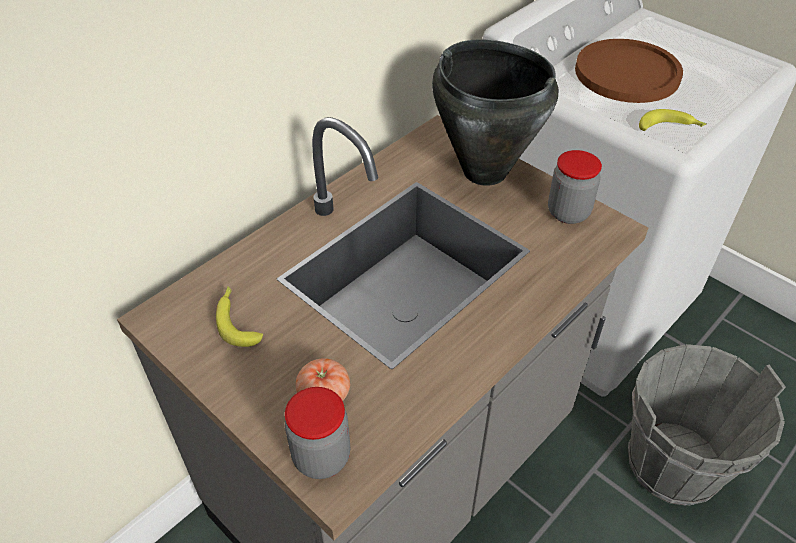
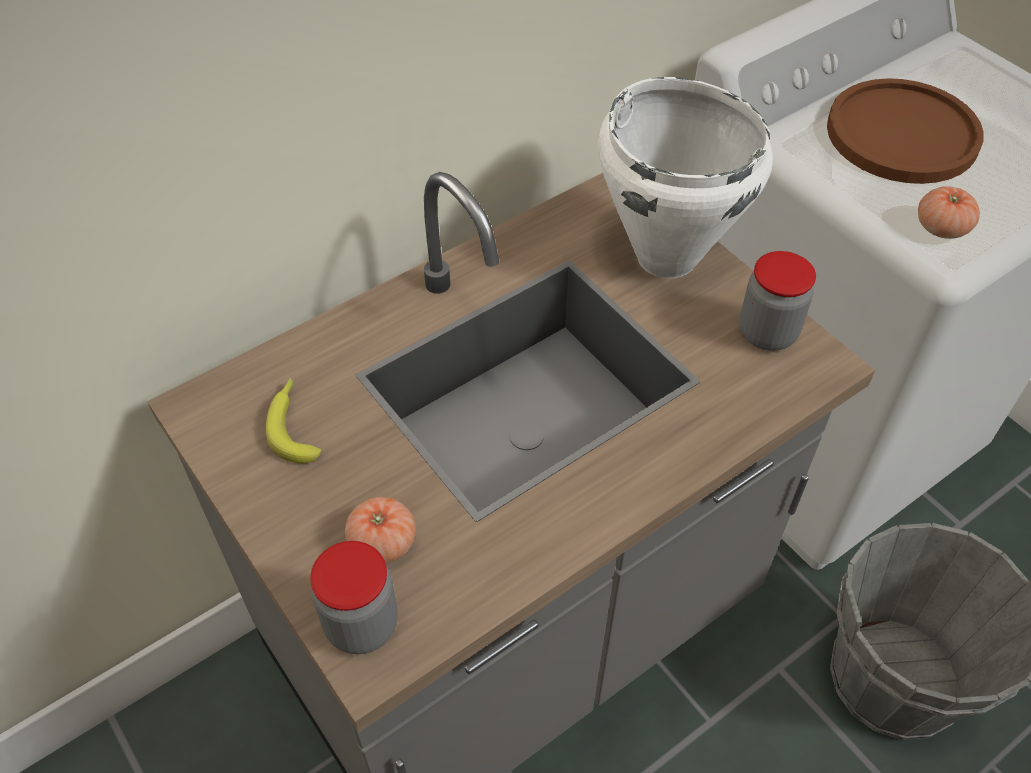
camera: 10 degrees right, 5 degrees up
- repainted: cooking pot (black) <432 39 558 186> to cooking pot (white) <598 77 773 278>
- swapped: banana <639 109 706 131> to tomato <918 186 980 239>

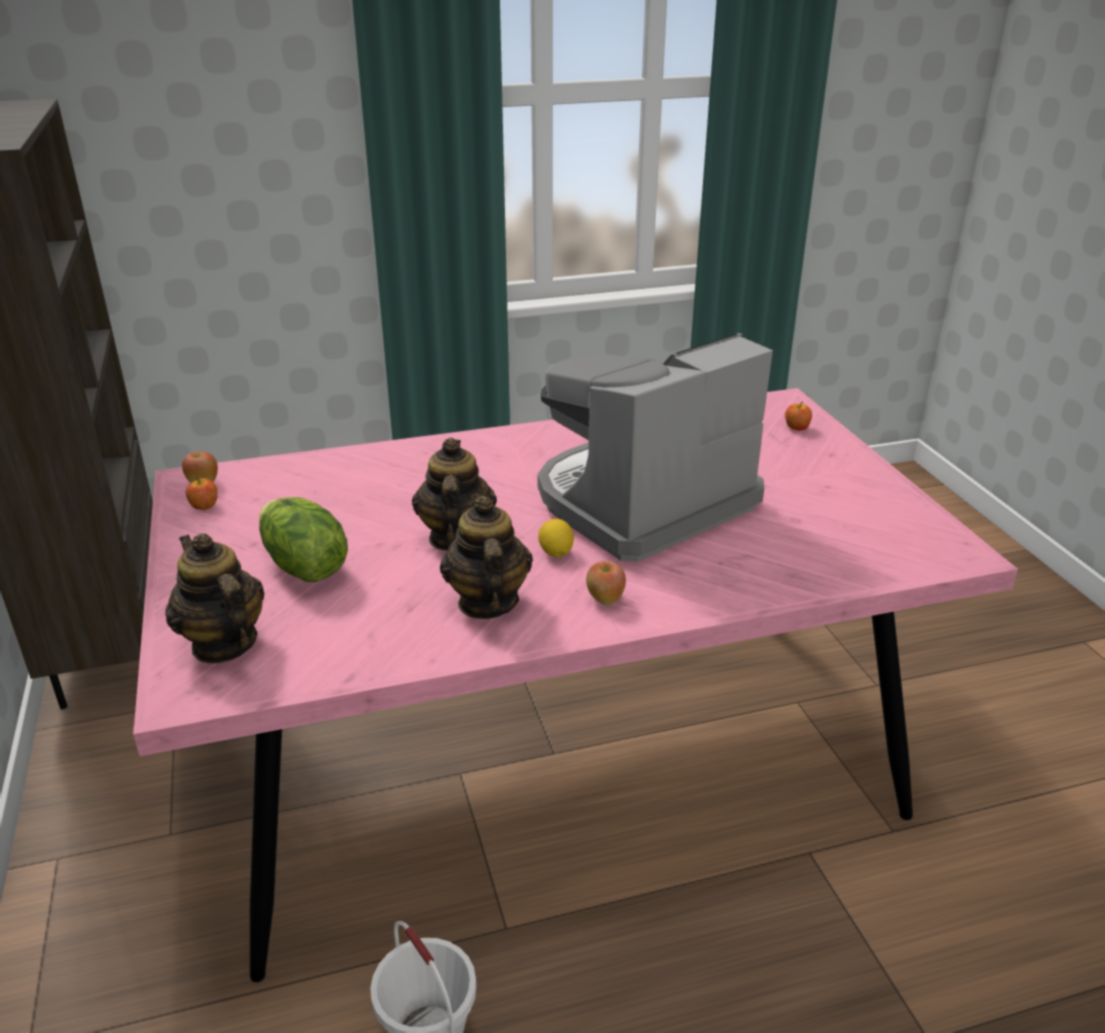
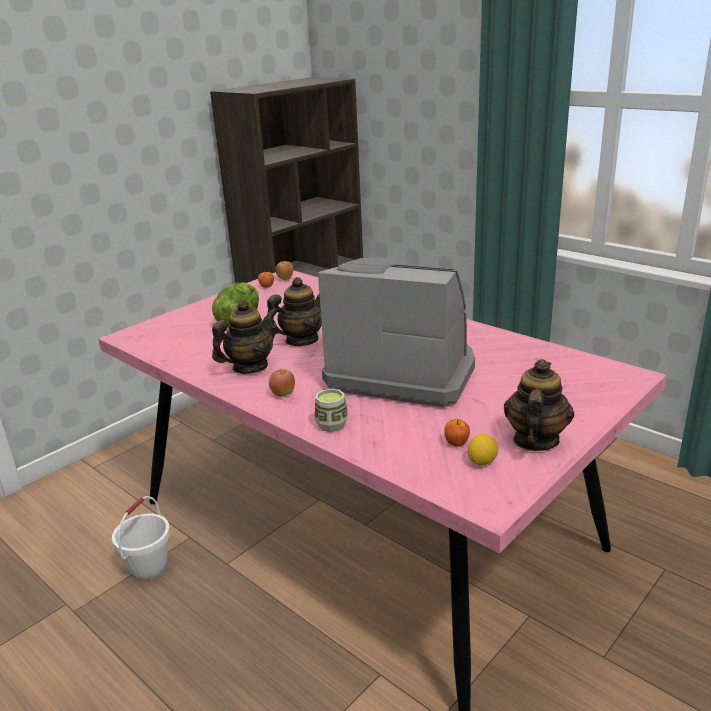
camera: 60 degrees right, 5 degrees down
- shifted: apple <785 402 812 431> to <444 419 470 446>
- shifted: lemon <538 519 574 557> to <468 434 498 466>
- shifted: teapot <165 533 264 663> to <504 359 574 451>
- new: cup <315 389 348 432>

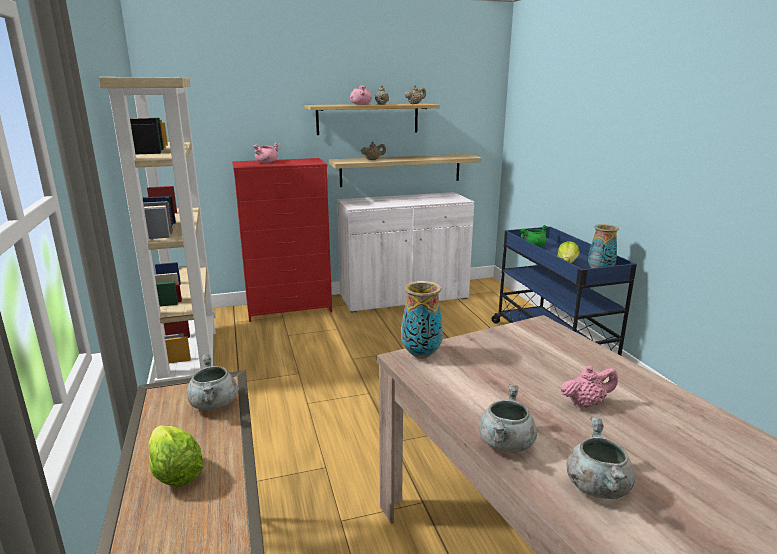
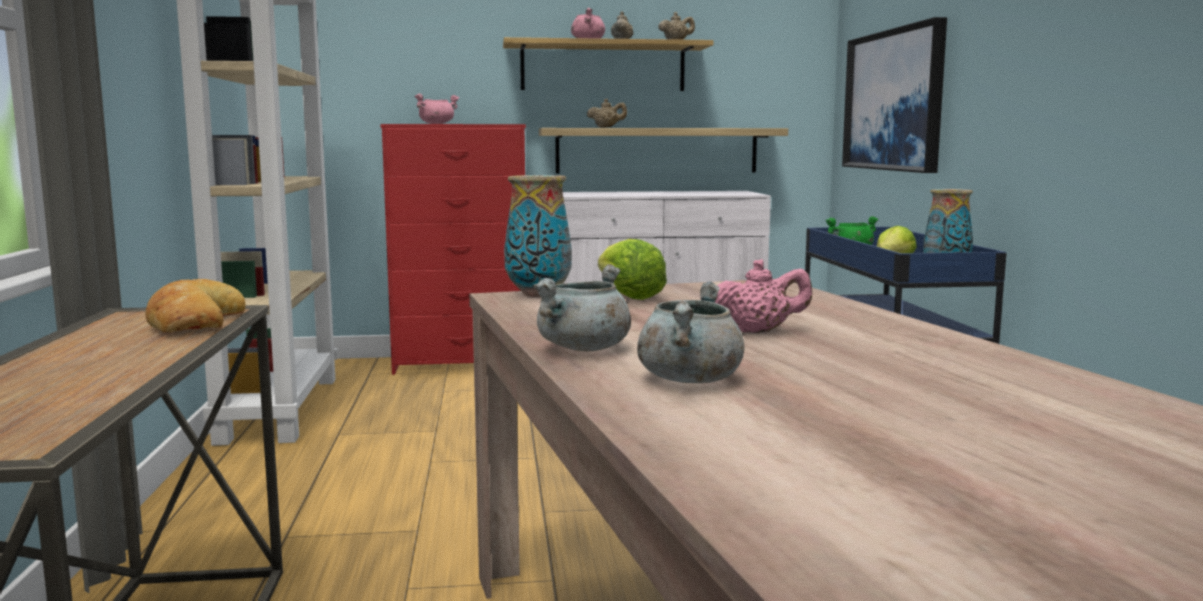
camera: 10 degrees right, 10 degrees down
- swapped: cooking pot (grey) <186 354 238 410> to bread <145 279 246 333>
- shifted: lettuce <148 425 204 487> to <598 239 667 300>
- new: picture <842 17 947 173>

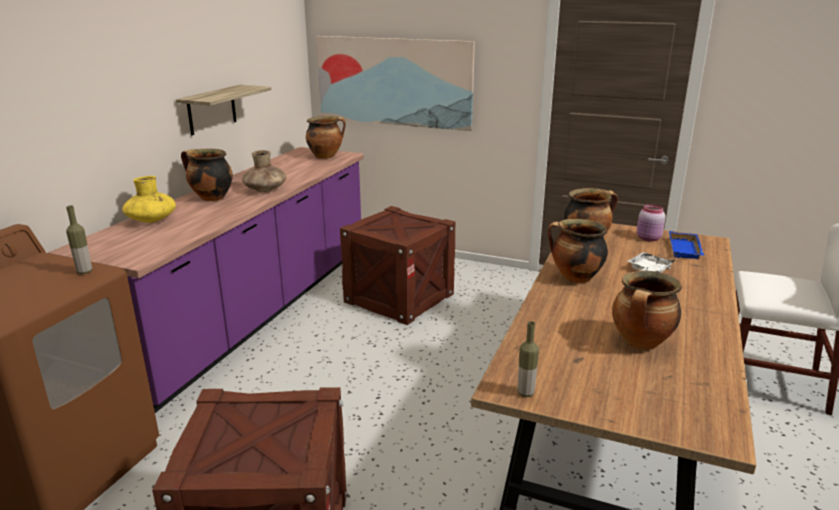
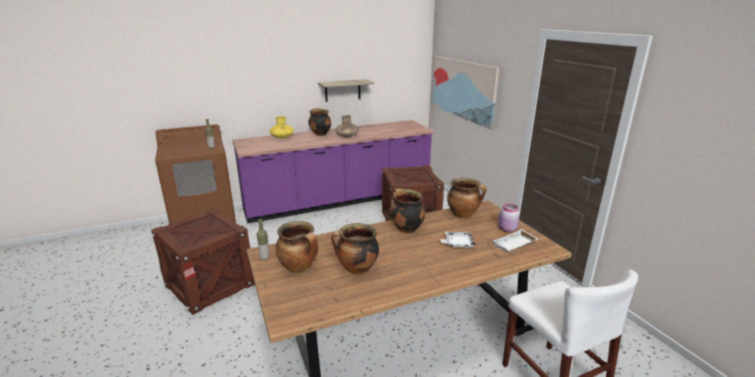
camera: 45 degrees right, 0 degrees up
- shifted: cooking pot <306 116 346 159> to <276 221 318 273>
- repainted: tray (blue) <669 231 705 259> to tray (white) <492 229 538 253>

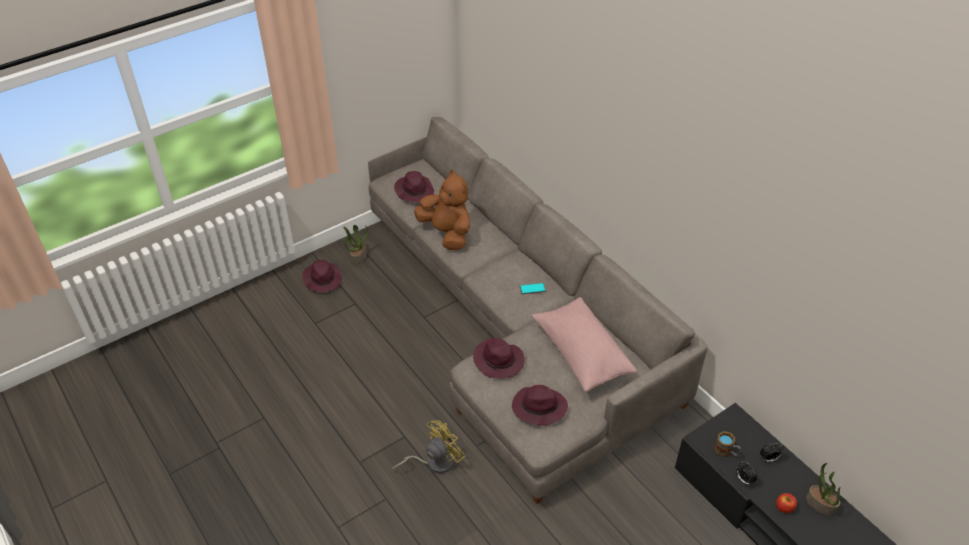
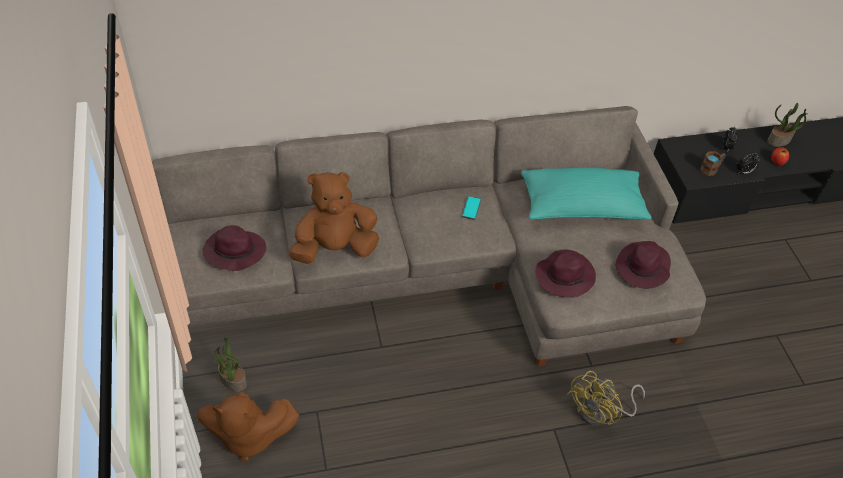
camera: 70 degrees left, 5 degrees up
- swapped: hat (purple) <302 260 342 292> to plush toy (brown) <197 392 299 462>
- repainted: pillow (pink) <531 297 637 392> to pillow (turquoise) <521 168 652 220>
- rotated: fan (yellow) <392 420 465 473> = <567 371 645 425> 120 degrees counterclockwise

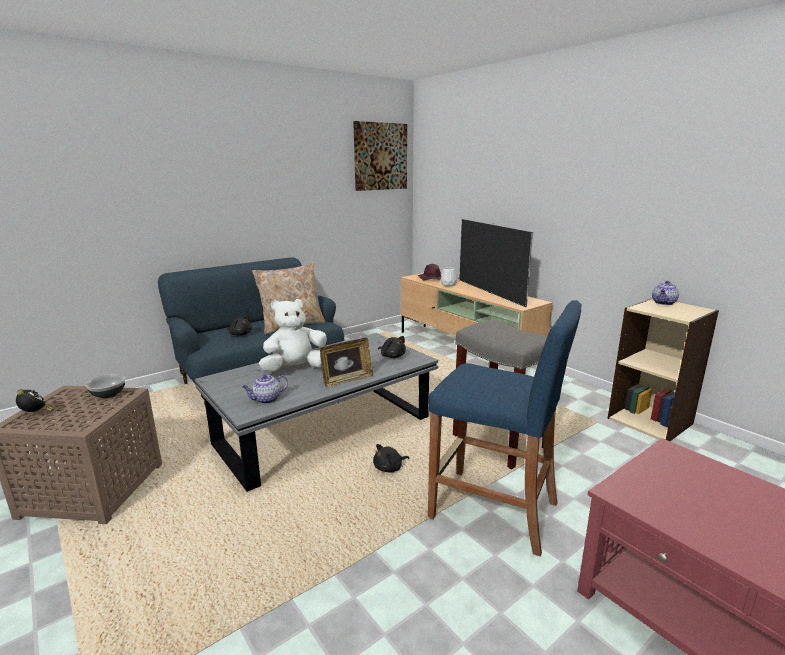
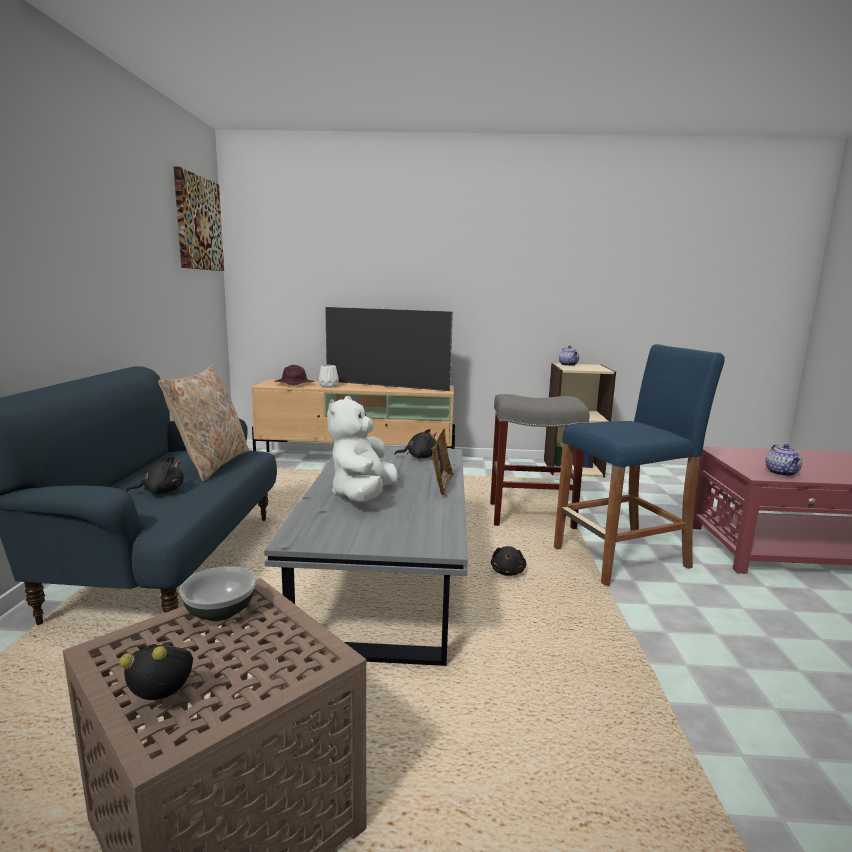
camera: 50 degrees left, 5 degrees down
- shifted: teapot <242 374 288 404> to <765 444 802 476>

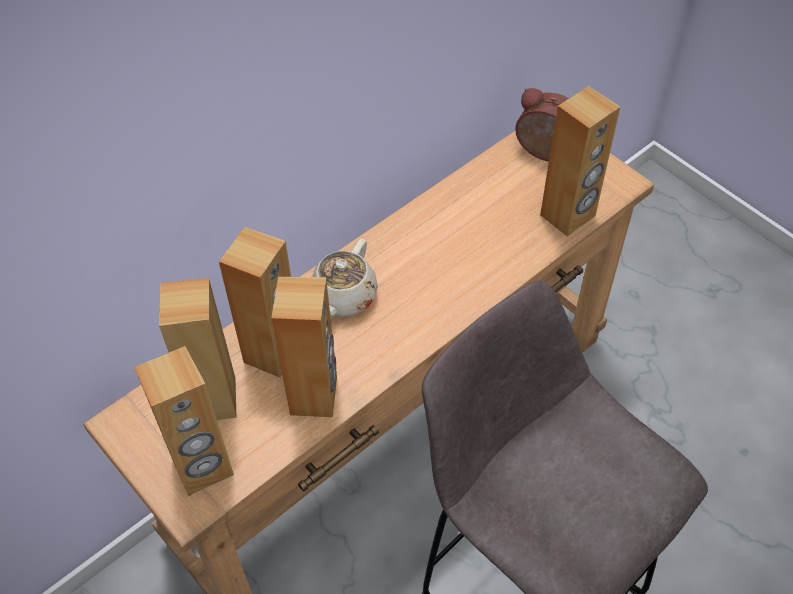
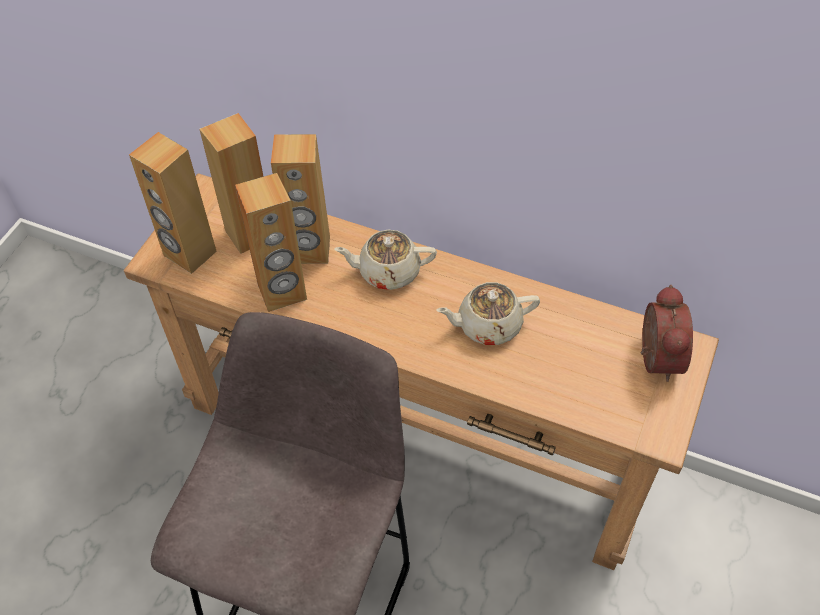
camera: 65 degrees right, 0 degrees up
- gone: speaker (brown) <540 86 620 236>
- new: teapot (beige) <436 282 540 345>

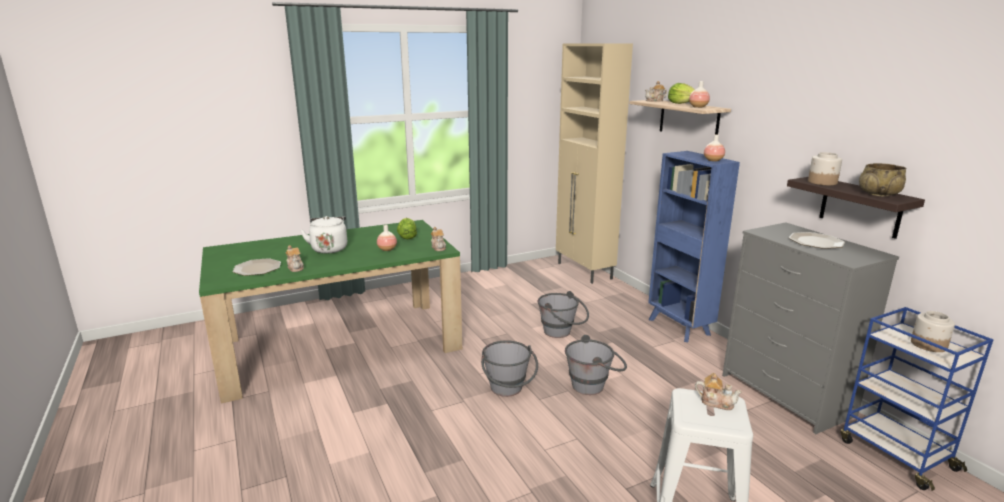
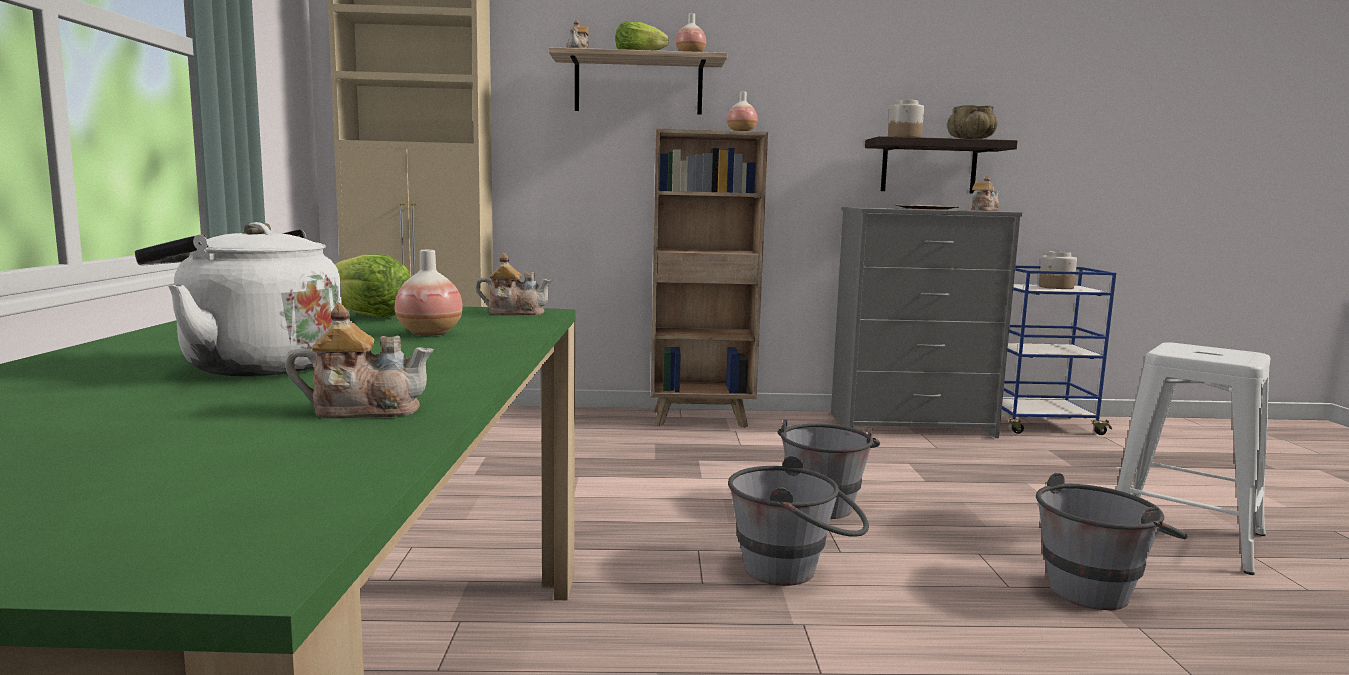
camera: 65 degrees left, 10 degrees down
- repainted: bookcase (blue) <648 151 740 342> to bookcase (brown) <651 128 768 428>
- gone: plate <232 258 281 276>
- shifted: bucket (grey) <537 291 589 338> to <1036 473 1188 610>
- shifted: teapot <695 373 742 410> to <971 176 999 211>

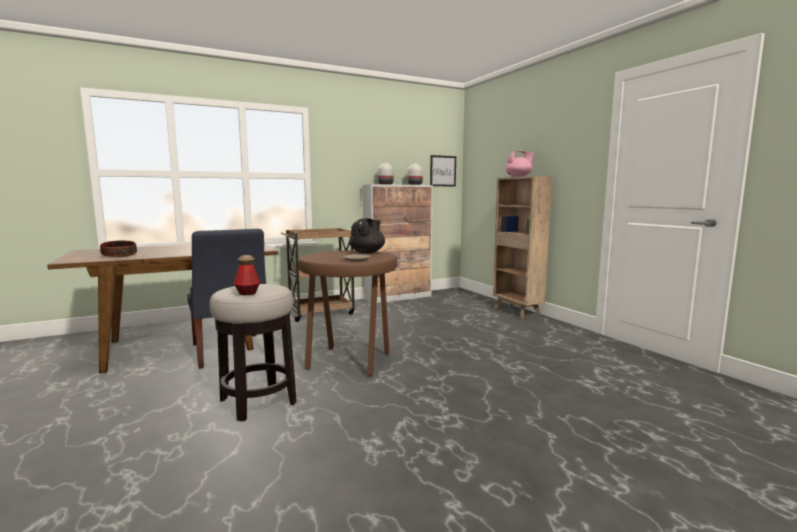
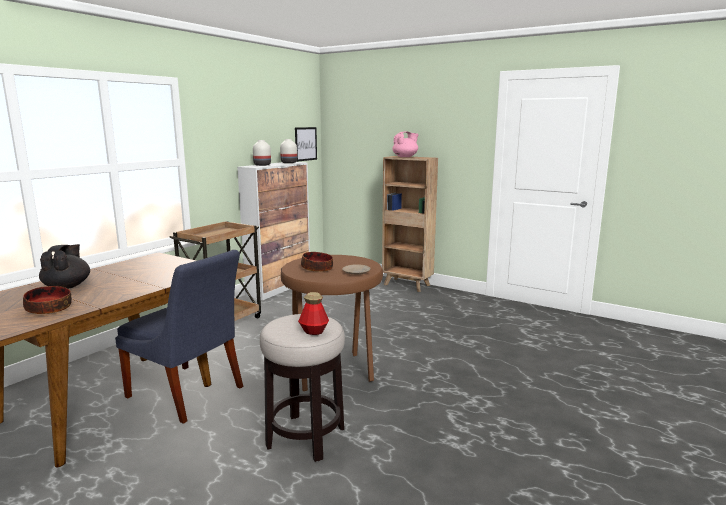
camera: 30 degrees left, 5 degrees up
- shifted: teapot (black) <349 218 385 254> to <39 244 90 289>
- new: bowl <301 252 333 272>

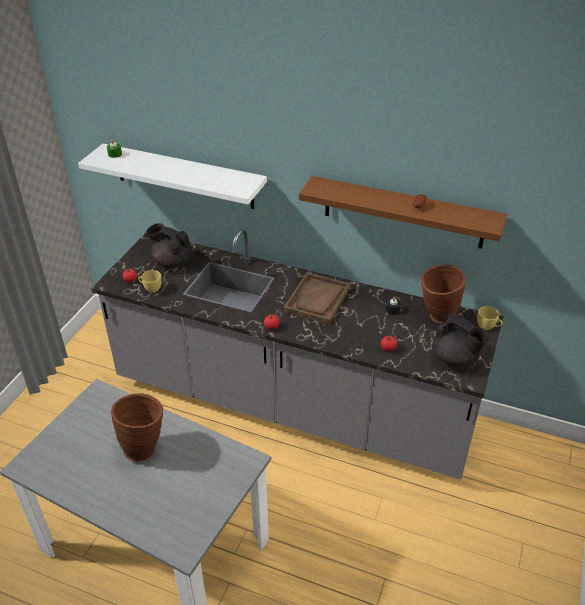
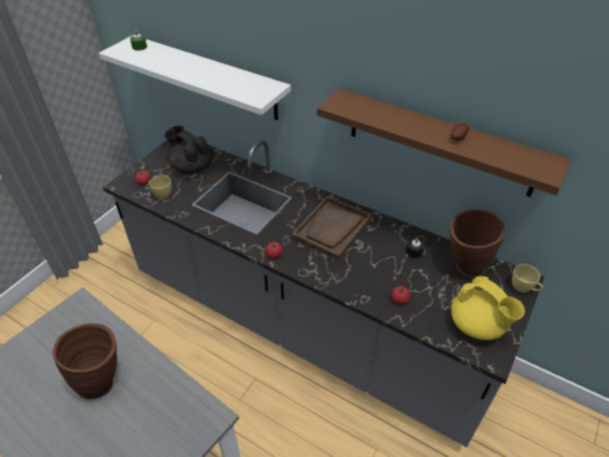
camera: 10 degrees right, 5 degrees up
- repainted: teapot (black) <432 316 490 367> to teapot (yellow) <451 276 525 340>

